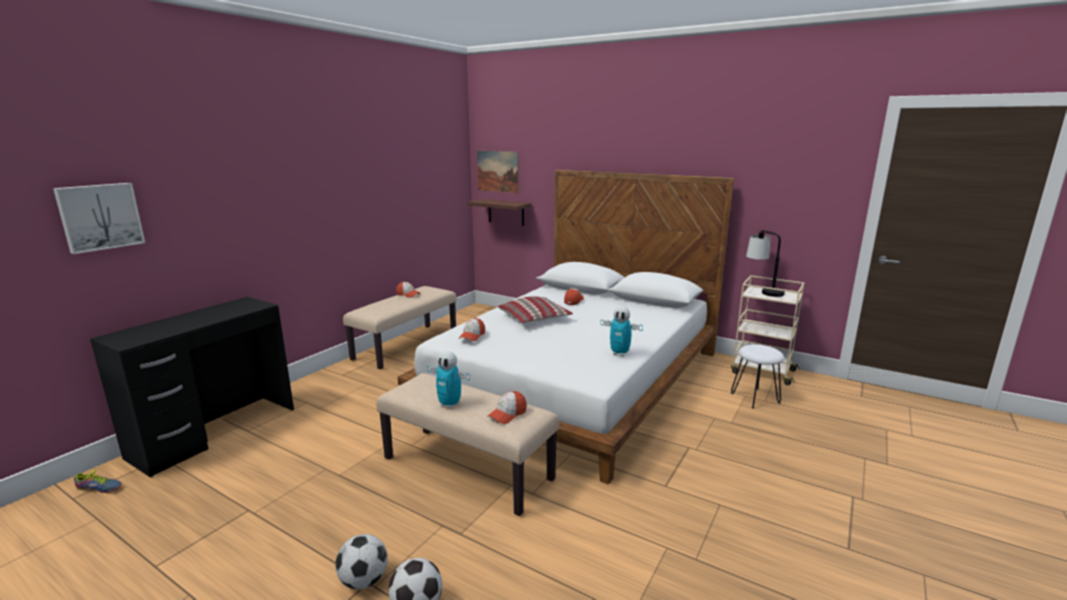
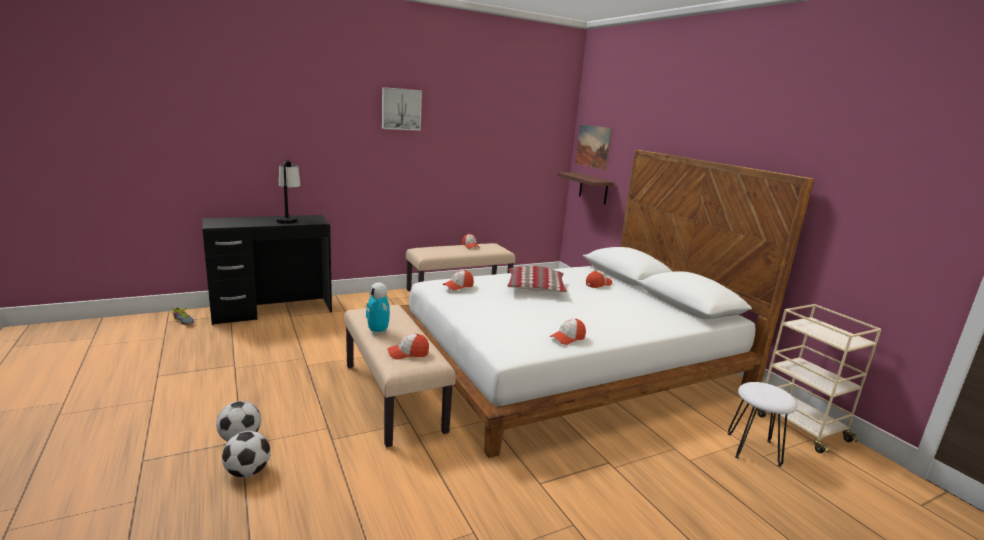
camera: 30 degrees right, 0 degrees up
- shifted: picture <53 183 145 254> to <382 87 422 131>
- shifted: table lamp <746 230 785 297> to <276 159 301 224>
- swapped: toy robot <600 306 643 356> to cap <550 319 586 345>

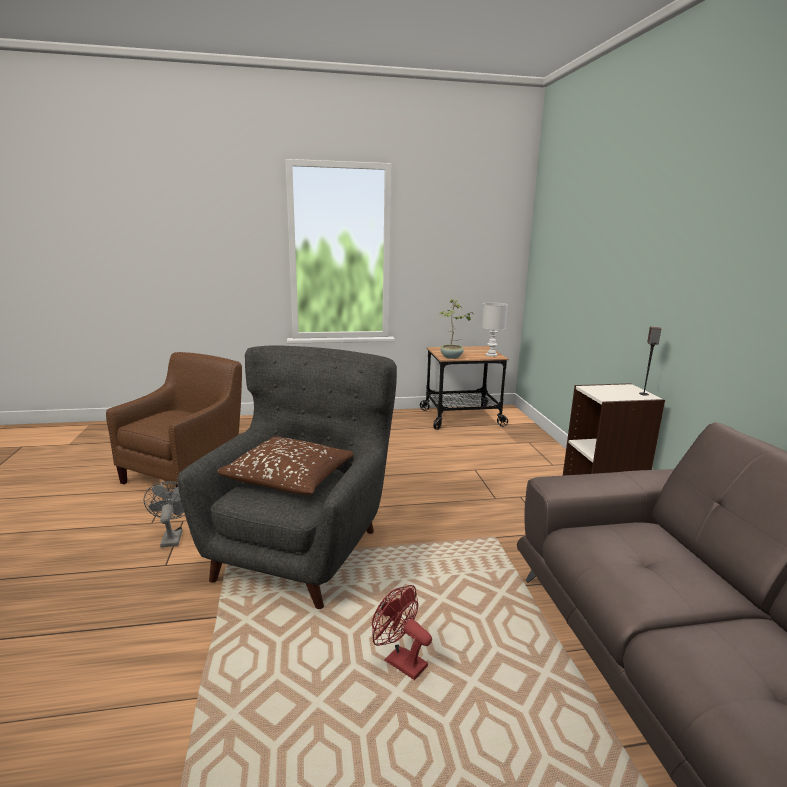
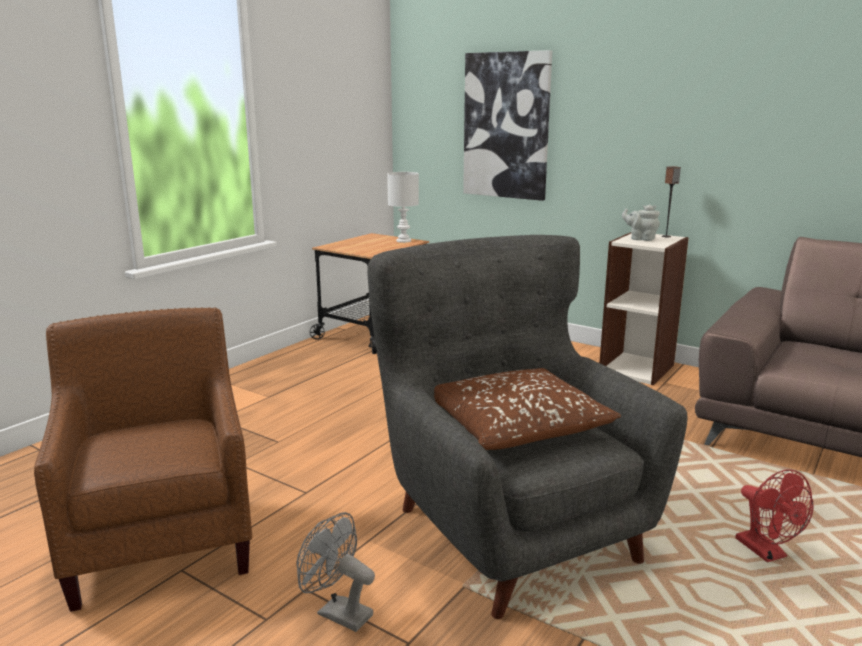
camera: 45 degrees left, 0 degrees up
- gone: potted plant <439 299 474 359>
- rotated: fan (red) <372 585 432 680> = <735 469 814 562> 105 degrees counterclockwise
- new: picture <463 50 552 201>
- new: teapot (grey) <622 205 660 241>

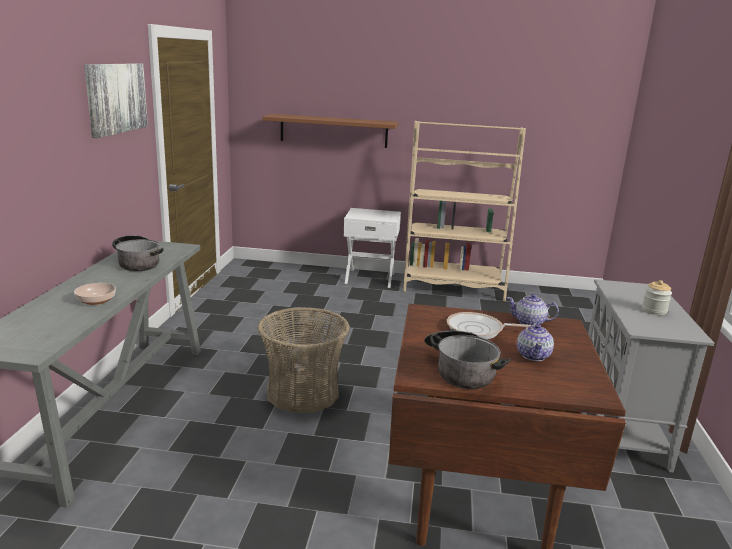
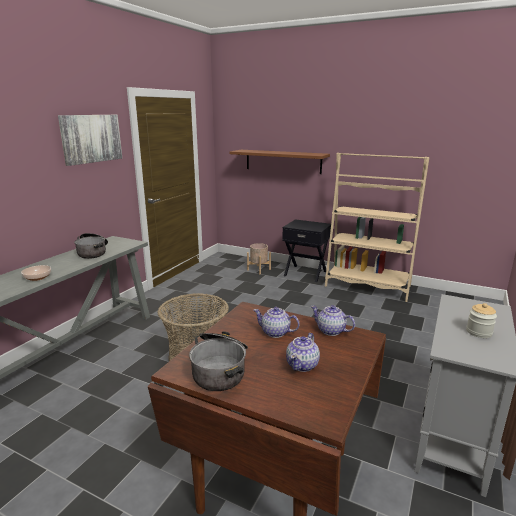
camera: 20 degrees right, 0 degrees up
- repainted: nightstand (white) <343 208 401 288> to nightstand (black) <282 219 331 282>
- swapped: frying pan <447 312 531 339> to teapot <254 307 300 338>
- new: planter (beige) <247 243 271 274>

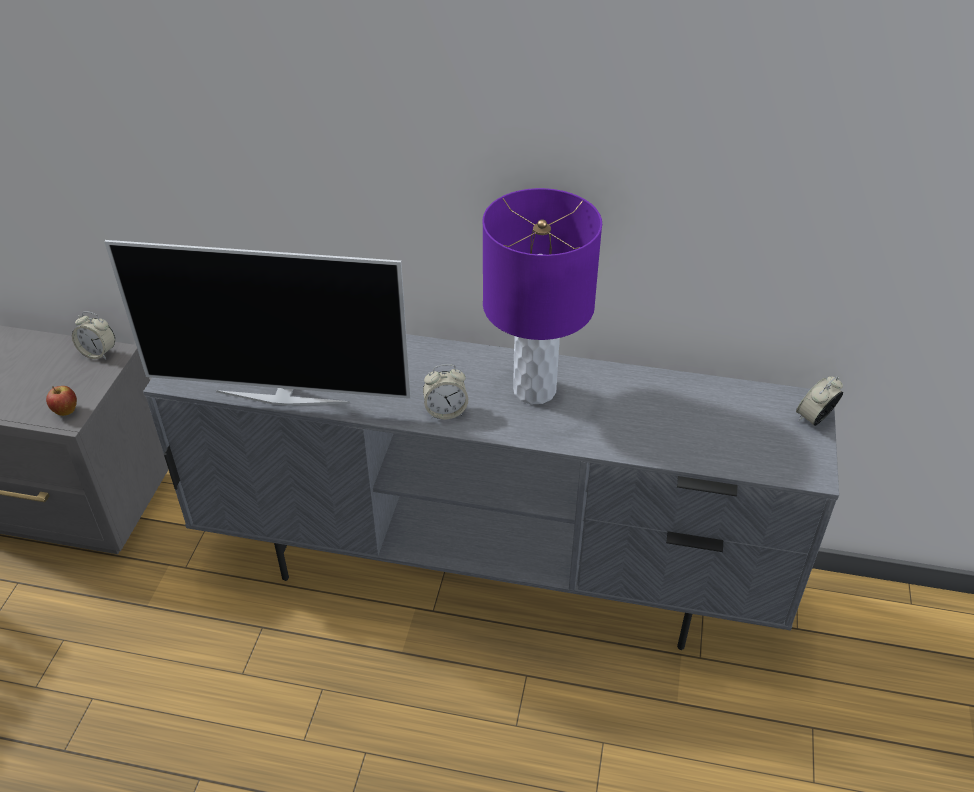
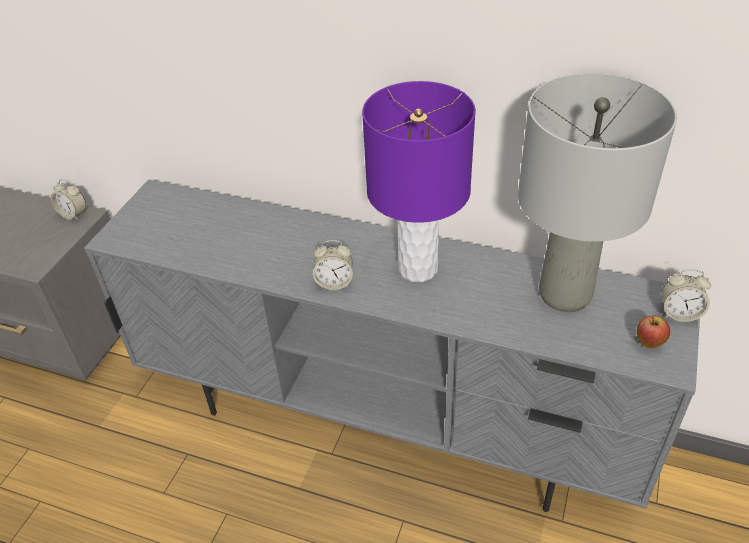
camera: 10 degrees right, 0 degrees up
- gone: television <104 240 411 406>
- rotated: alarm clock <796 376 843 426> = <662 269 711 322> 135 degrees counterclockwise
- shifted: apple <46 386 77 416> to <637 316 670 348>
- new: table lamp (grey) <518 73 677 312>

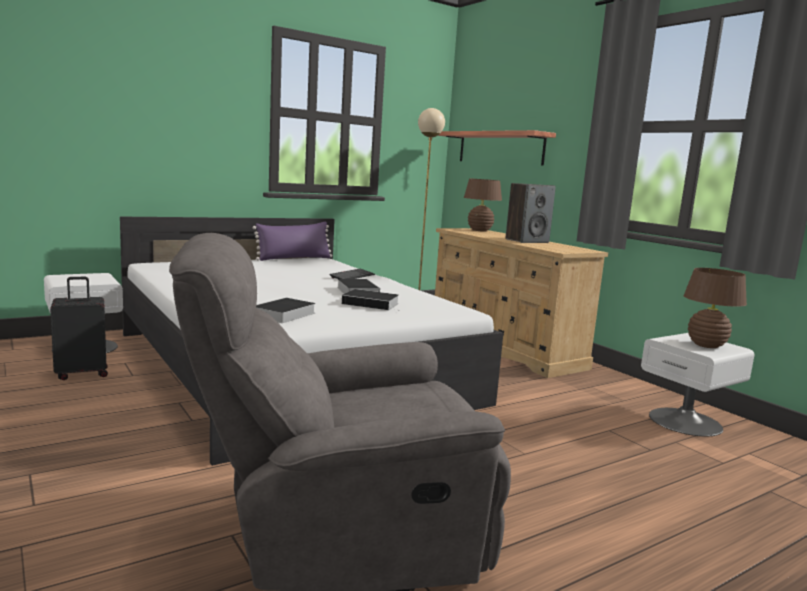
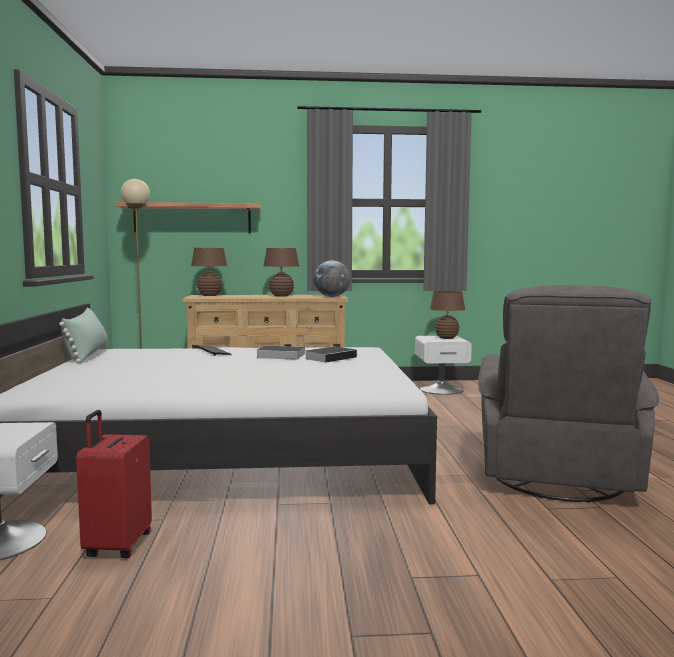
camera: 60 degrees left, 5 degrees down
- swapped: speaker <506 183 556 243> to table lamp (brown) <263 248 299 297>
- repainted: pillow (purple) <253 222 332 261> to pillow (green) <59 307 108 363>
- repainted: suitcase (black) <50 277 108 380> to suitcase (red) <76 410 152 558>
- gone: book <256 298 316 323>
- new: globe <314 261 350 297>

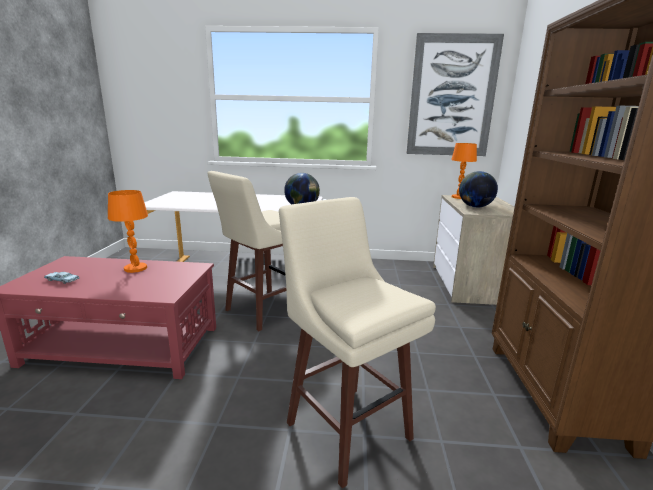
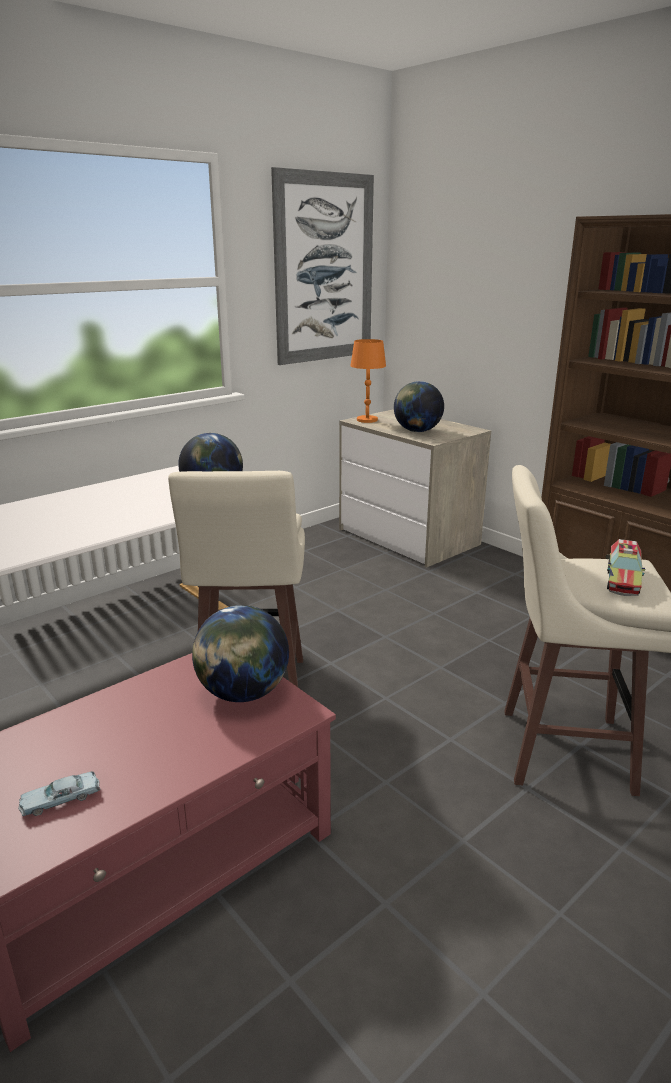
camera: 45 degrees left, 5 degrees up
- gone: table lamp (orange) <108 190 148 273>
- new: toy truck <607 539 645 596>
- new: globe <192 605 289 702>

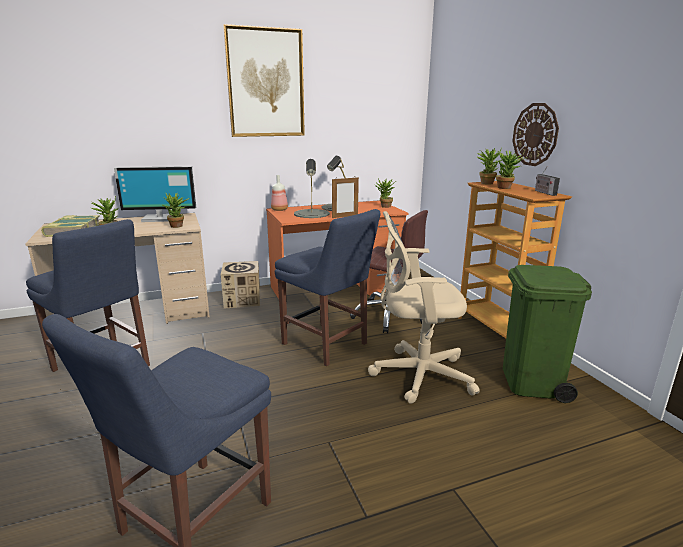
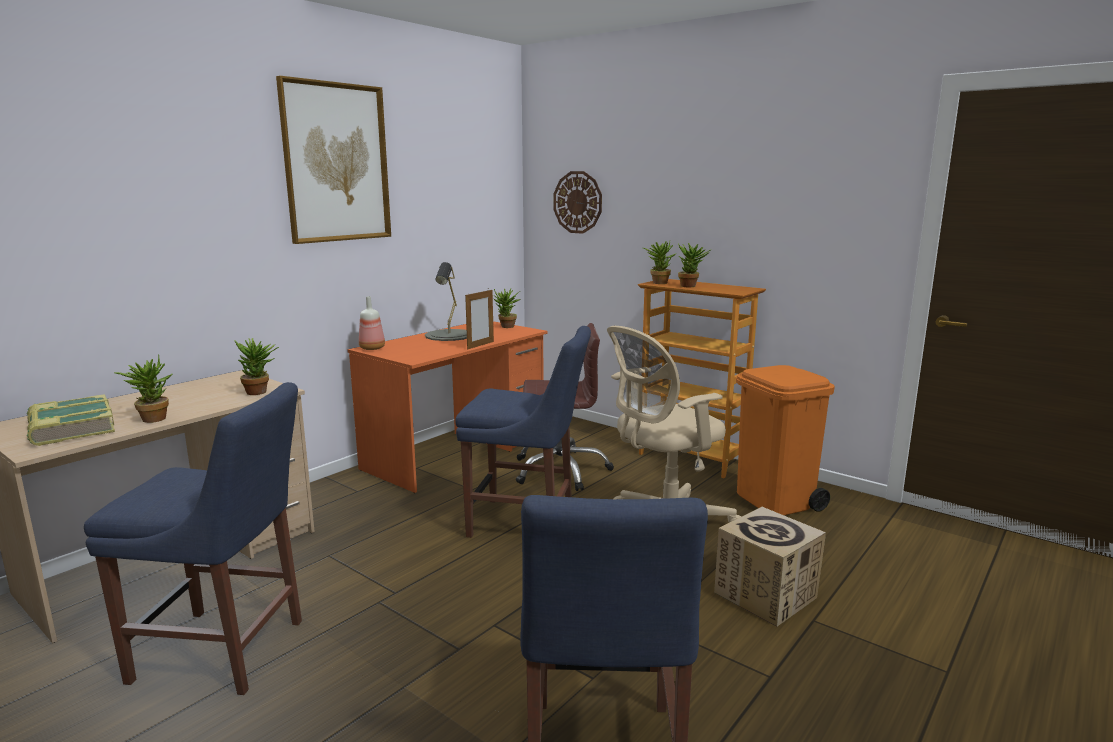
camera: 30 degrees left, 5 degrees down
- shifted: wall clock <512 103 559 166> to <553 171 602 234>
- gone: table lamp (grey) <294 159 330 218>
- gone: monitor <114 166 196 222>
- gone: radio <535 166 560 196>
- shifted: cardboard box <221 261 260 308> to <714 507 826 627>
- repainted: trash can (green) <503 265 592 403> to trash can (orange) <736 365 835 515>

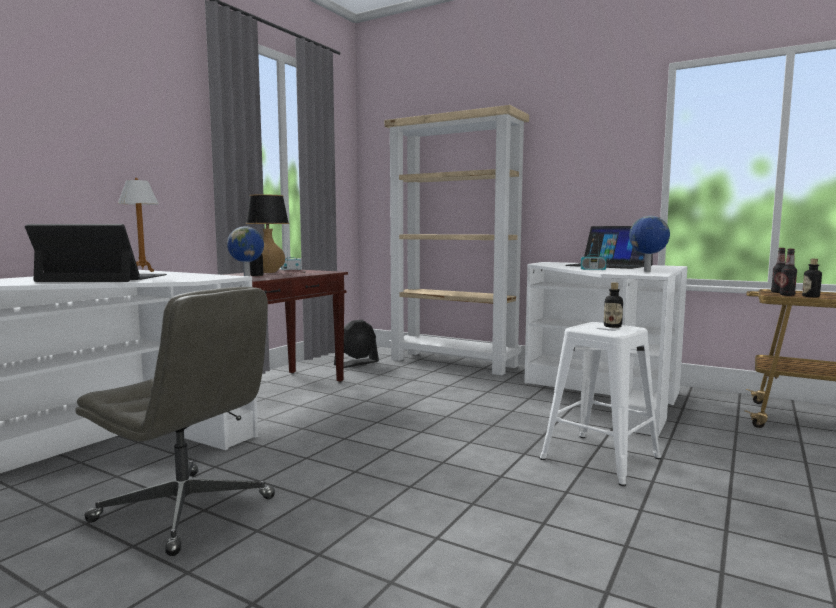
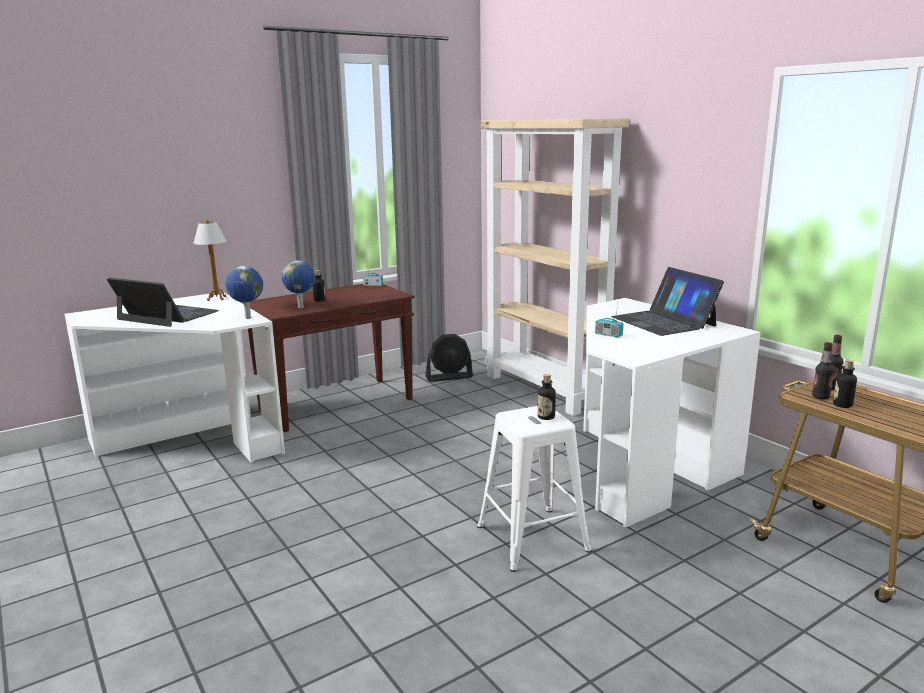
camera: 25 degrees right, 10 degrees up
- gone: table lamp <245 194 306 275>
- shifted: globe <629 216 670 272> to <225 266 263 319>
- gone: office chair (grey) <75 287 275 556>

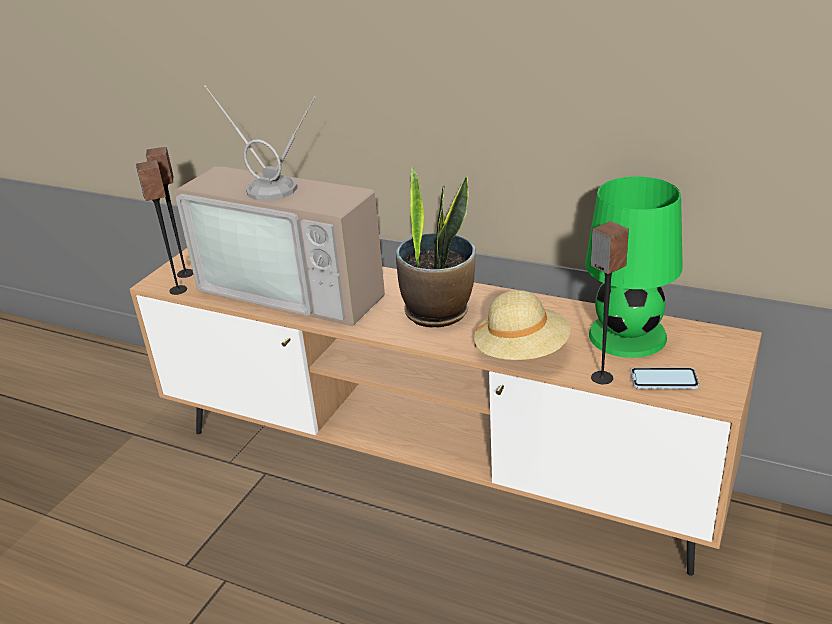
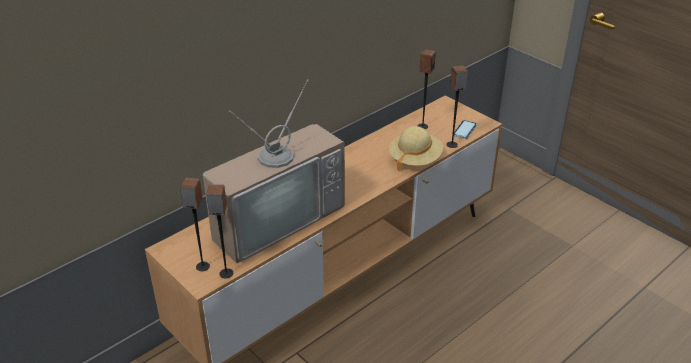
camera: 70 degrees left, 5 degrees up
- gone: potted plant <396 165 476 328>
- swapped: table lamp (green) <585 177 683 358> to speaker <418 49 436 129>

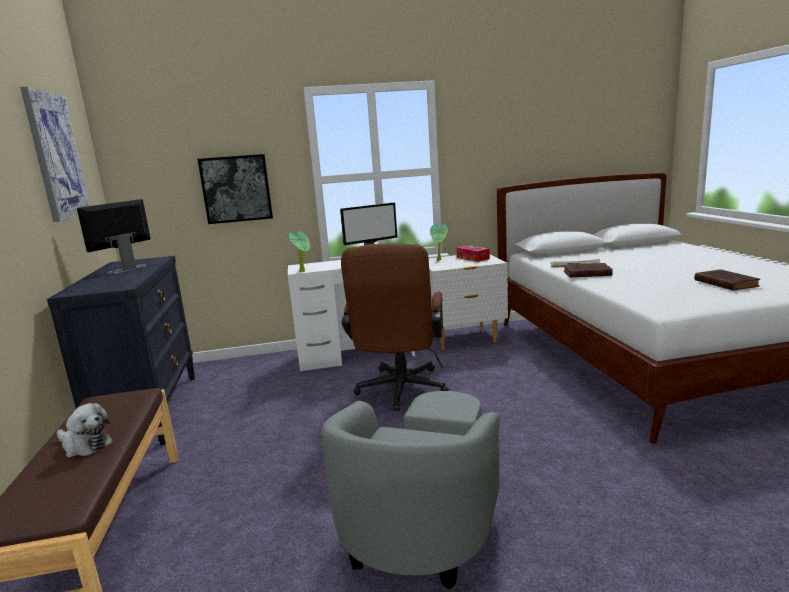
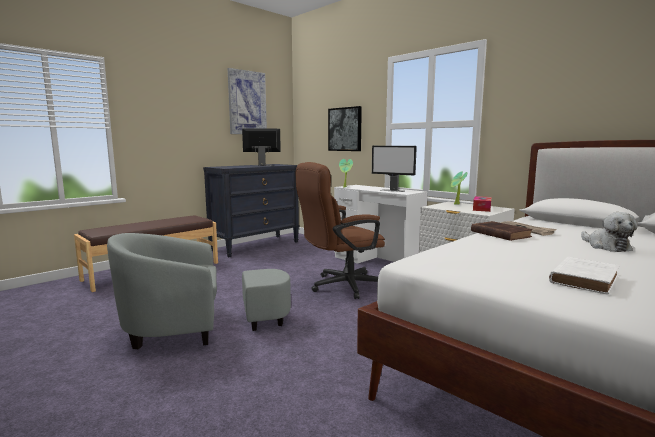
camera: 55 degrees right, 5 degrees down
- repainted: book (brown) <694 269 760 291> to book (white) <549 257 619 294>
- shifted: plush toy <57 403 113 457> to <581 212 638 252>

